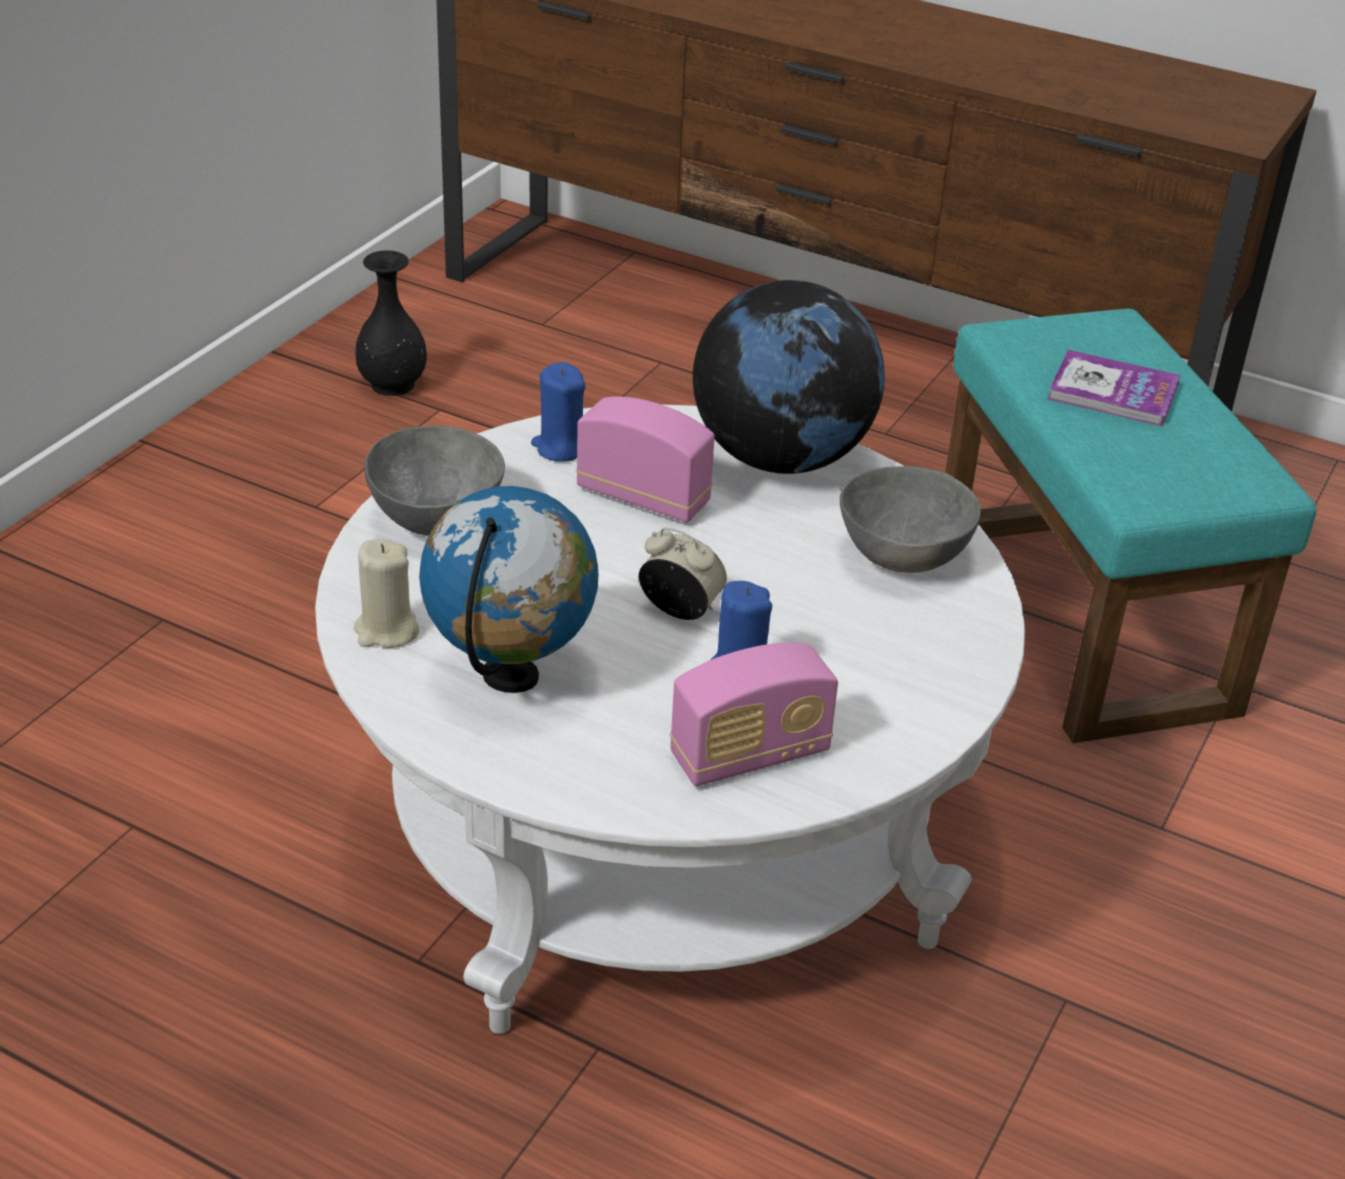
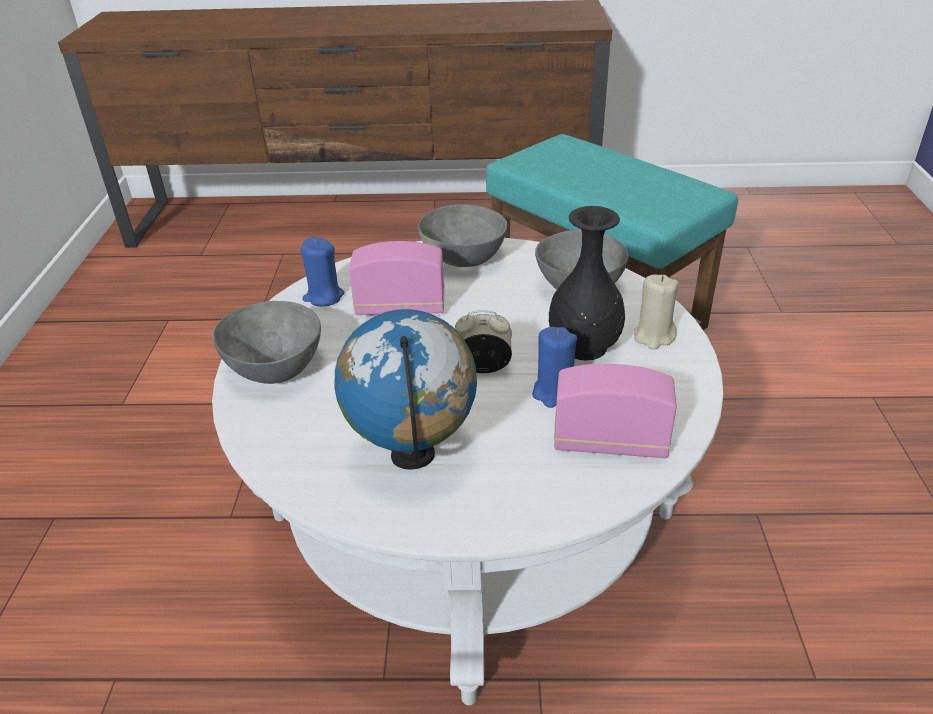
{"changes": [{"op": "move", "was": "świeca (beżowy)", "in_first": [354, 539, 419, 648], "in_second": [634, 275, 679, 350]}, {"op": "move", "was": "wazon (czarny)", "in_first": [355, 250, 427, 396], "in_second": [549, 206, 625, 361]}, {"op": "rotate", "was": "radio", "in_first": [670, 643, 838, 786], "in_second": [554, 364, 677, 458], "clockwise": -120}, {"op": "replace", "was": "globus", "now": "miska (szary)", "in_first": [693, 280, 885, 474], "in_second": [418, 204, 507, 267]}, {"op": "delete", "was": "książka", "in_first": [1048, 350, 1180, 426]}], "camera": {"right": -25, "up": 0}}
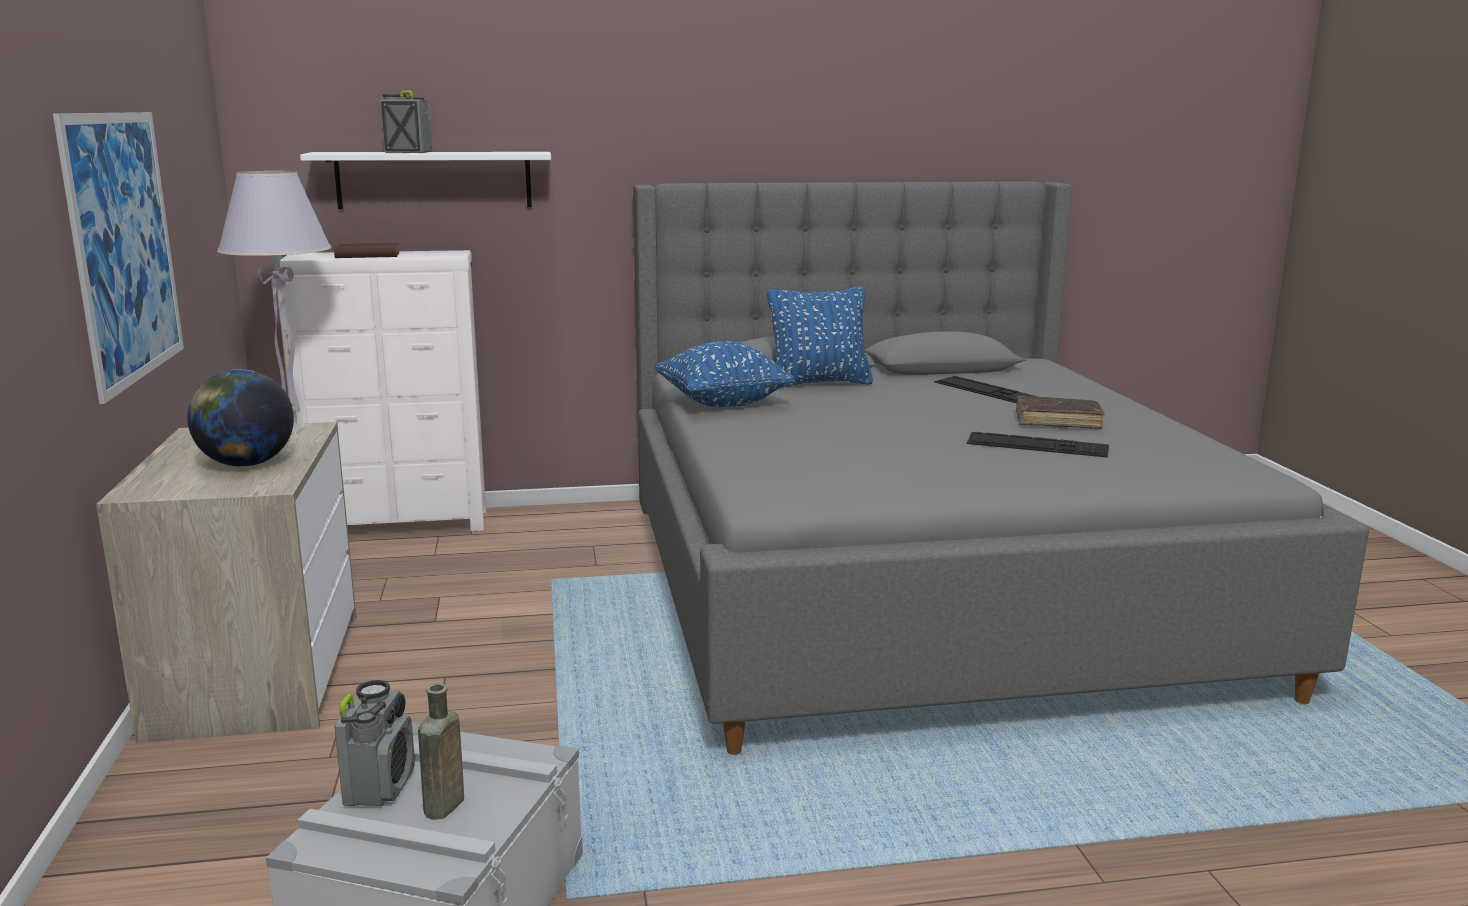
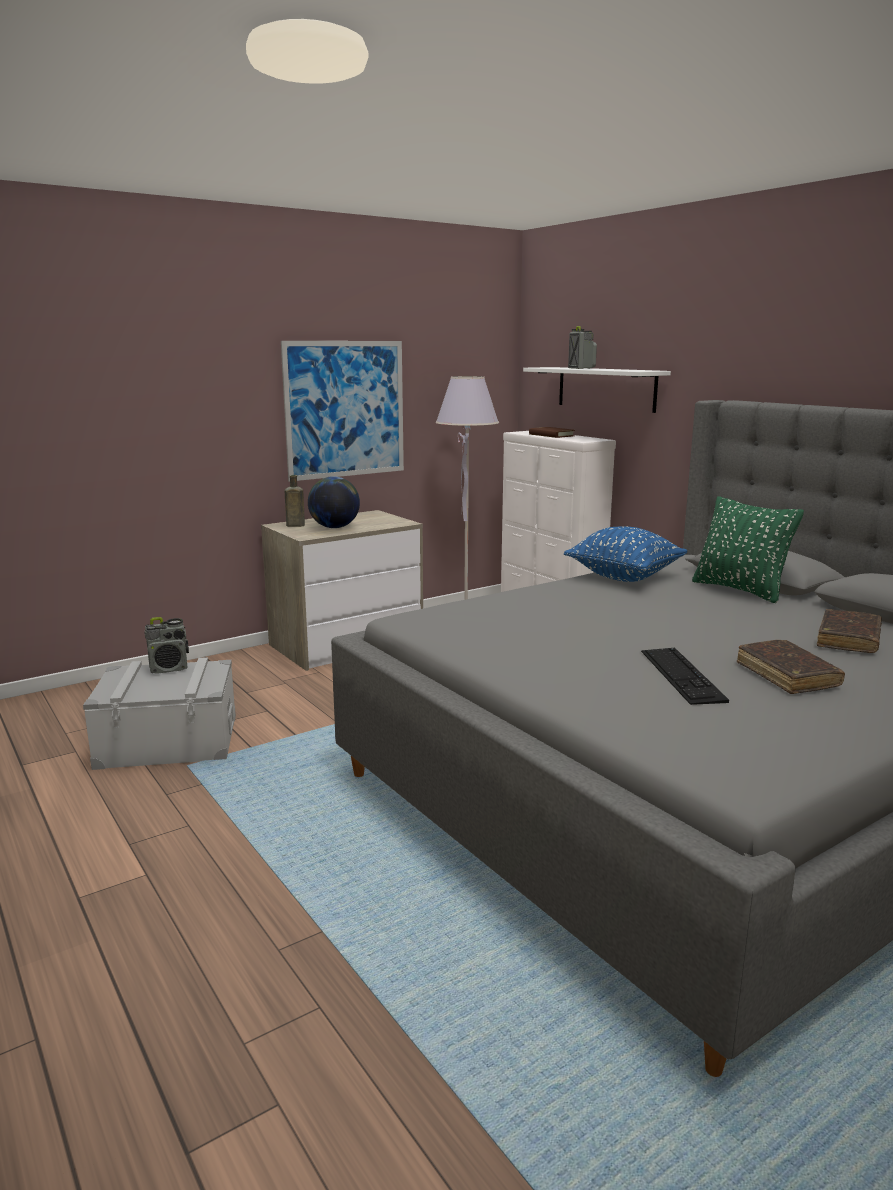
{"changes": [{"op": "move", "was": "butelka (brązowy)", "in_first": [418, 683, 464, 820], "in_second": [285, 475, 305, 527]}, {"op": "recolor", "was": "poduszka (niebieski)", "now": "poduszka (zielony)", "in_first": [767, 286, 873, 388], "in_second": [692, 496, 804, 603]}, {"op": "replace", "was": "klawiatura", "now": "książka (brązowy)", "in_first": [934, 376, 1038, 403], "in_second": [817, 609, 882, 653]}], "camera": {"right": 65, "up": 0}}
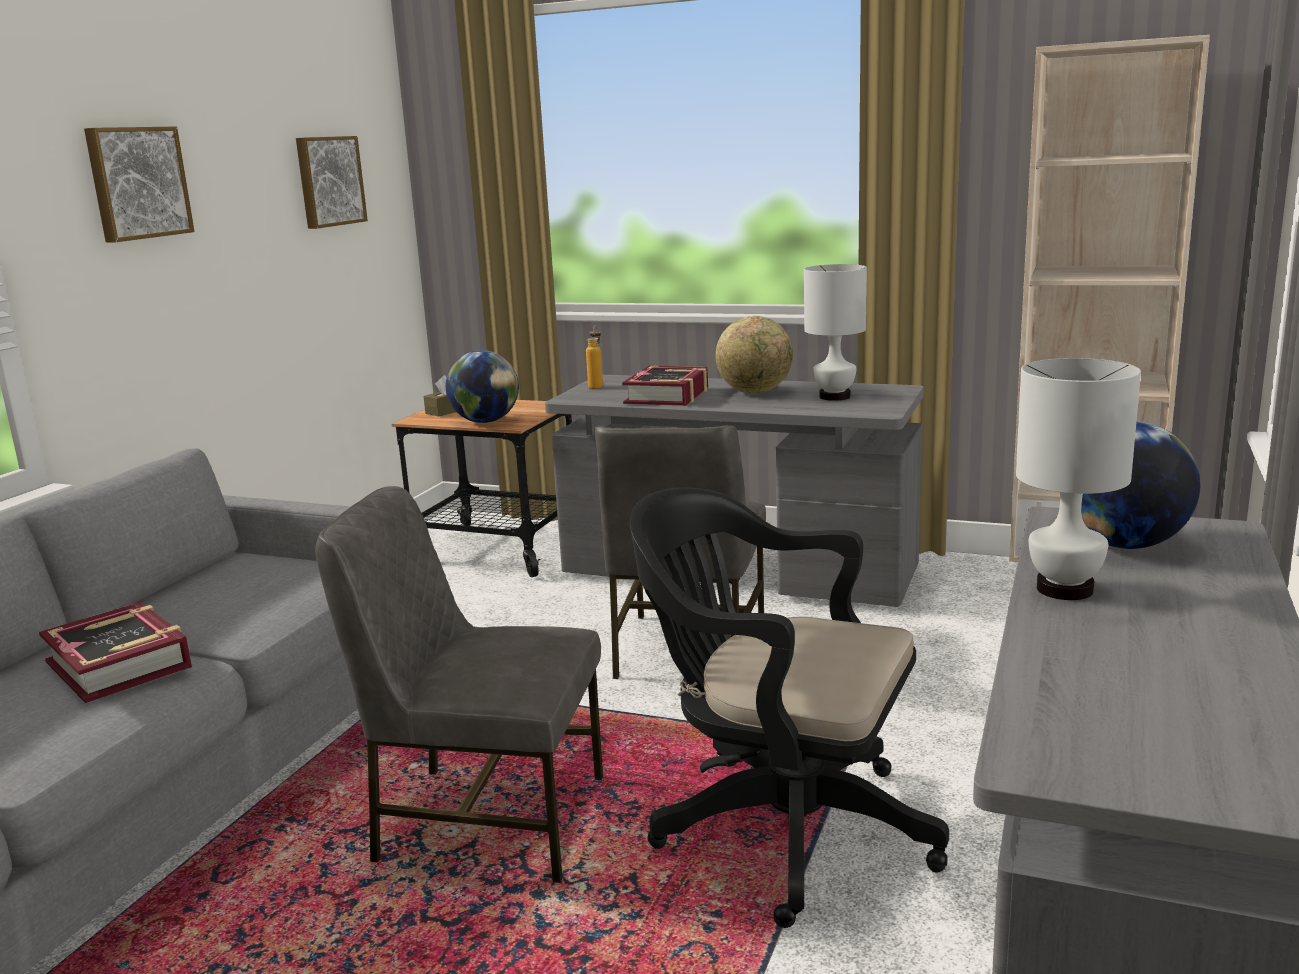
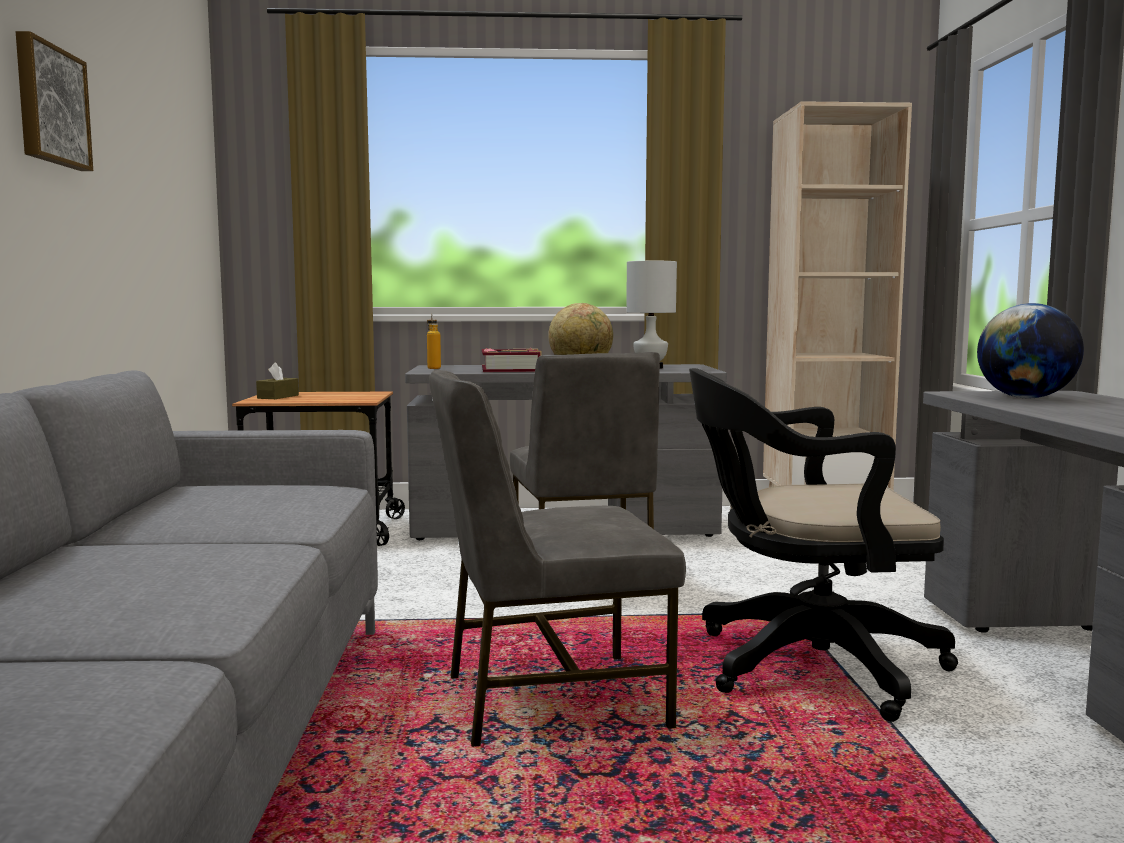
{"changes": [{"op": "delete", "was": "książka", "in_first": [39, 602, 192, 703]}, {"op": "delete", "was": "obraz", "in_first": [296, 136, 368, 229]}, {"op": "delete", "was": "globus", "in_first": [446, 350, 519, 423]}, {"op": "delete", "was": "lampa stołowa (biały)", "in_first": [1016, 358, 1141, 600]}], "camera": {"right": -25, "up": -10}}
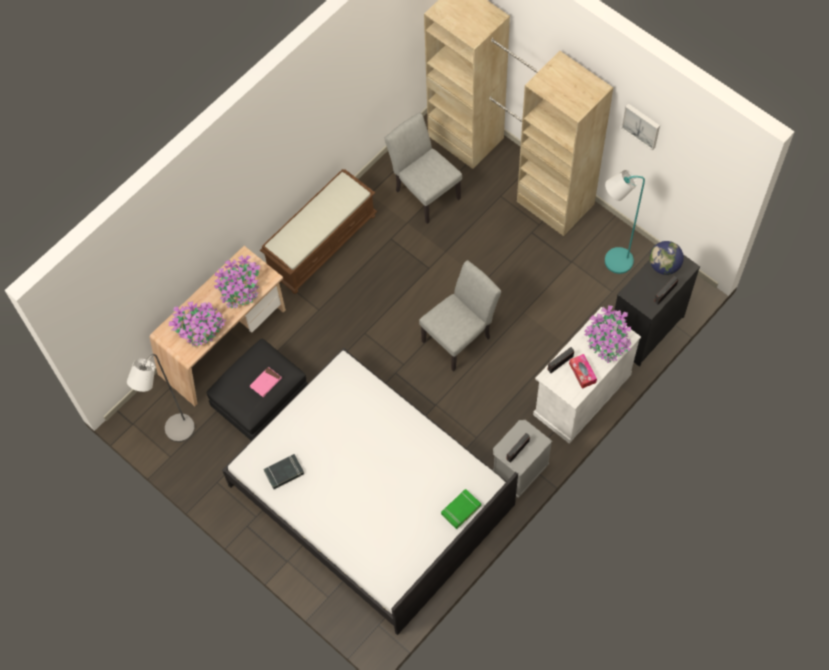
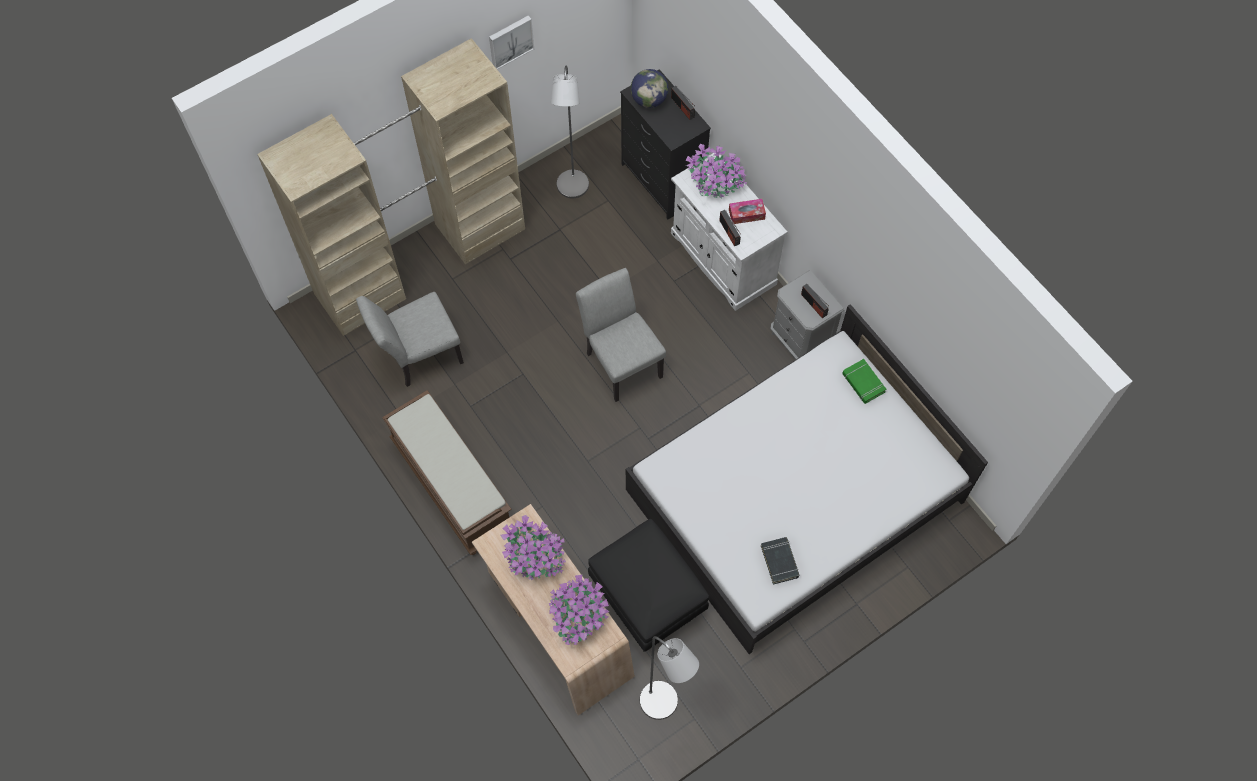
{"changes": [{"op": "delete", "was": "książka (różowy)", "in_first": [250, 367, 281, 397]}, {"op": "recolor", "was": "lampa stojąca (turkusowy)", "now": "lampa stojąca (szary)", "in_first": [605, 170, 645, 274], "in_second": [551, 66, 589, 198]}], "camera": {"right": -80, "up": 0}}
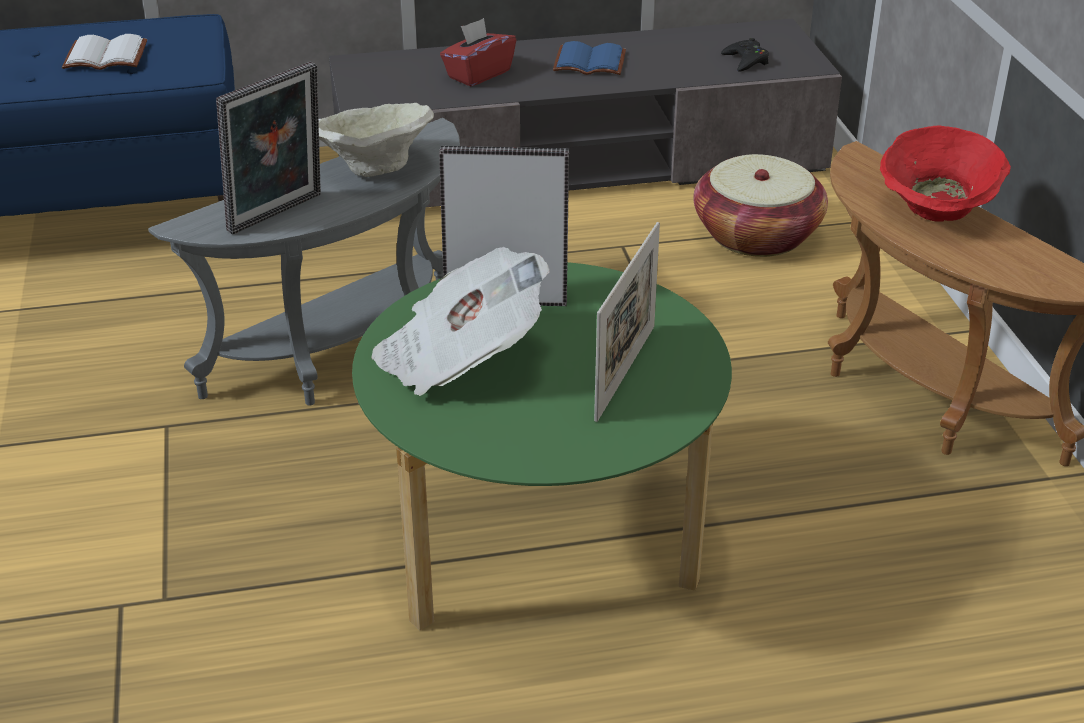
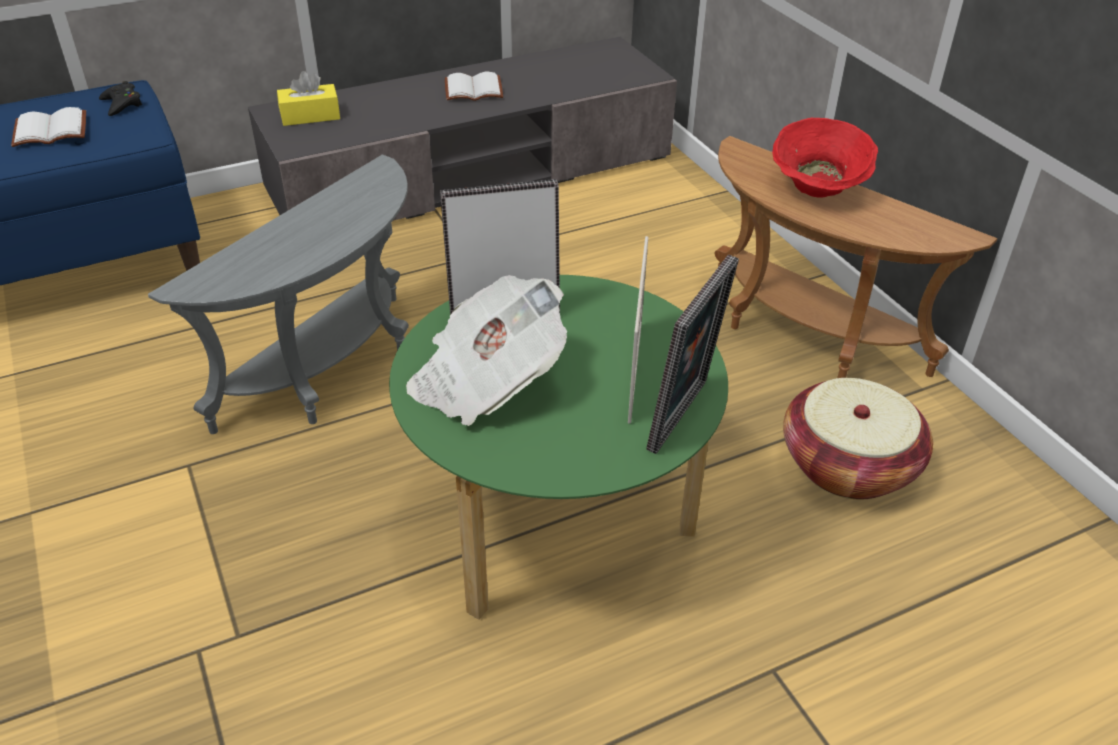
{"changes": [{"op": "move", "was": "ramka na zdjęcie", "in_first": [216, 61, 321, 234], "in_second": [646, 254, 739, 454]}, {"op": "delete", "was": "miska (beżowy)", "in_first": [319, 103, 434, 177]}, {"op": "delete", "was": "pudełko chusteczek (czerwony)", "in_first": [440, 18, 516, 87]}, {"op": "recolor", "was": "książka (niebieski)", "now": "książka (biały)", "in_first": [553, 41, 626, 75], "in_second": [445, 72, 503, 101]}, {"op": "move", "was": "koszyk", "in_first": [693, 154, 828, 257], "in_second": [783, 378, 933, 500]}, {"op": "move", "was": "pad do gier (czarny)", "in_first": [721, 38, 769, 72], "in_second": [99, 81, 142, 116]}, {"op": "insert", "now": "pudełko chusteczek (żółty)", "in_second": [277, 71, 340, 126]}], "camera": {"right": -15, "up": 5}}
